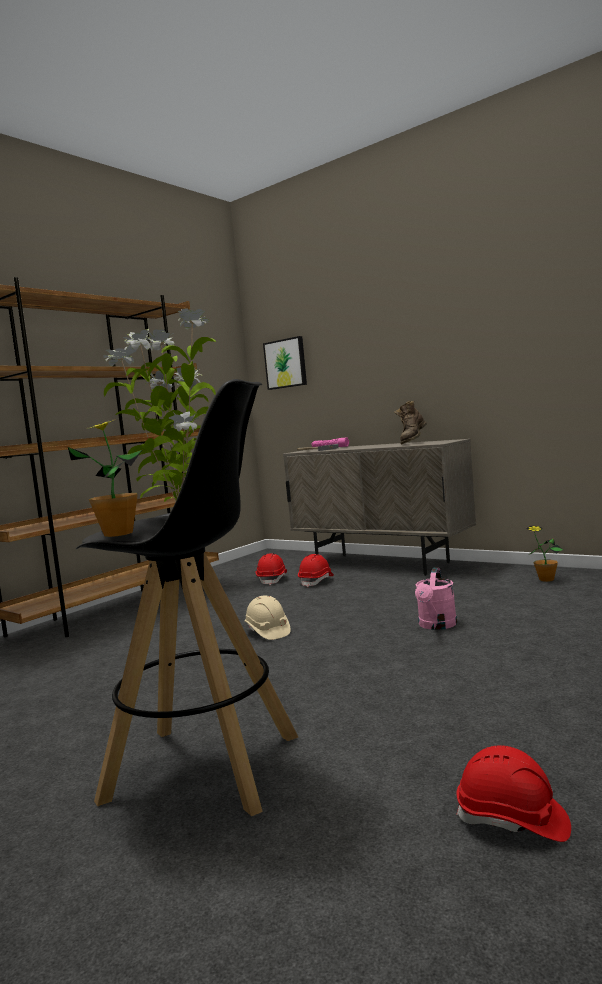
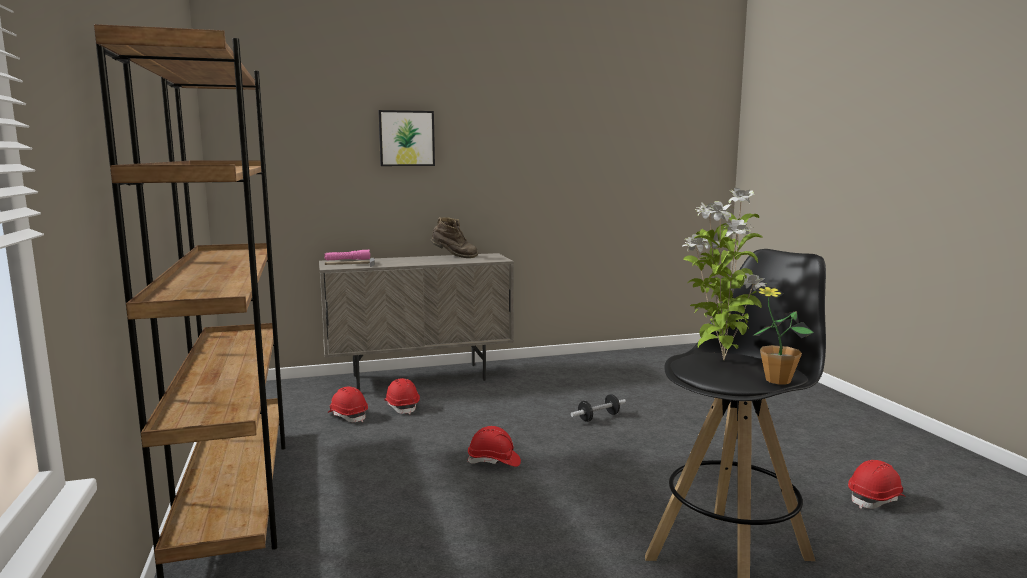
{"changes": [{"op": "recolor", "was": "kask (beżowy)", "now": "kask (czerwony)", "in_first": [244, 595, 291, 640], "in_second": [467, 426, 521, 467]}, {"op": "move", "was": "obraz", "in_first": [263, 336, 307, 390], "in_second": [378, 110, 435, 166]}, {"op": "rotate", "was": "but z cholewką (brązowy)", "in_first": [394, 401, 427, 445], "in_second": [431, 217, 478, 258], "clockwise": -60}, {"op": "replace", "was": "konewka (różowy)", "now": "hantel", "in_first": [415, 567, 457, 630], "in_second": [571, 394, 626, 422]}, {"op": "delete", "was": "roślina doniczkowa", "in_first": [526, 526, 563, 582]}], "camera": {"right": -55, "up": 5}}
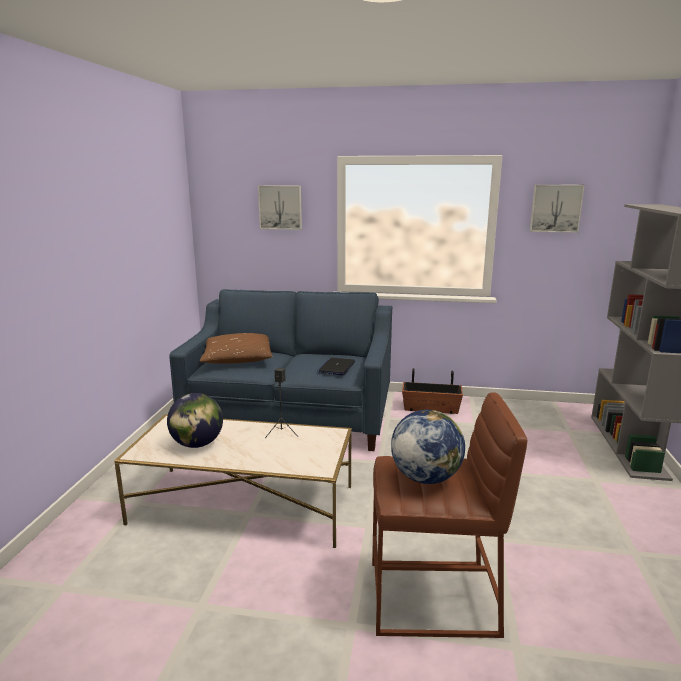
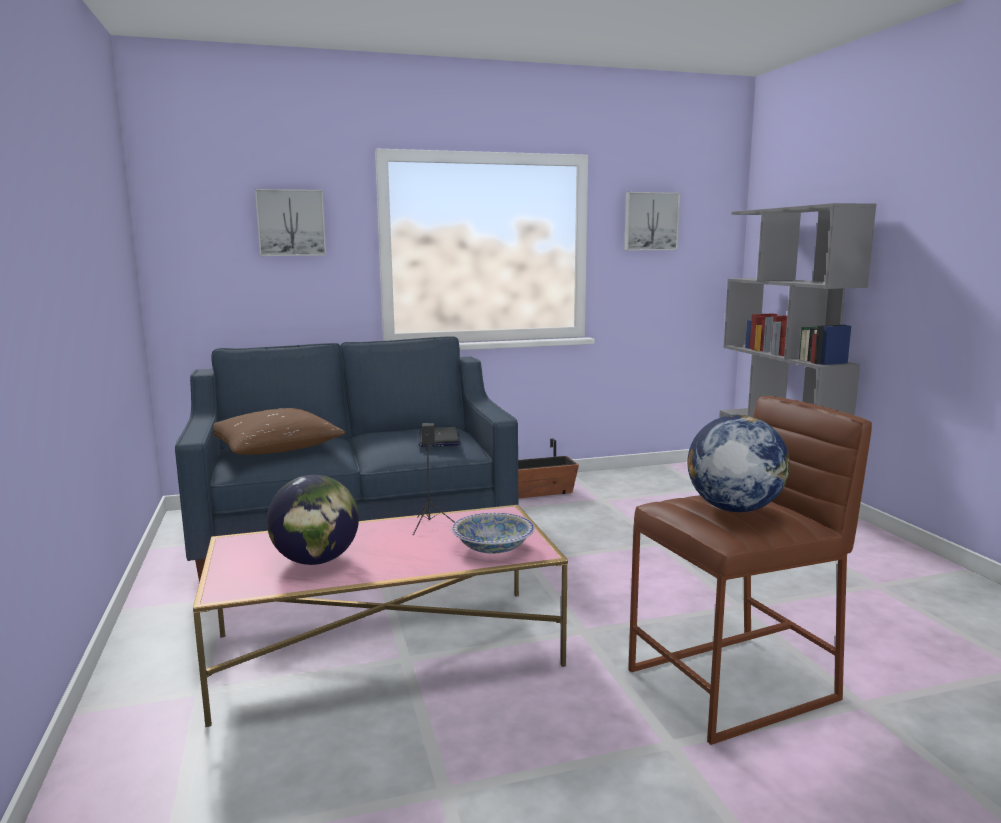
{"changes": [{"op": "recolor", "was": "ława (biały)", "now": "ława (różowy)", "in_first": [114, 414, 352, 548], "in_second": [193, 505, 568, 727]}, {"op": "insert", "now": "miska", "in_second": [452, 513, 534, 554]}], "camera": {"right": -25, "up": -5}}
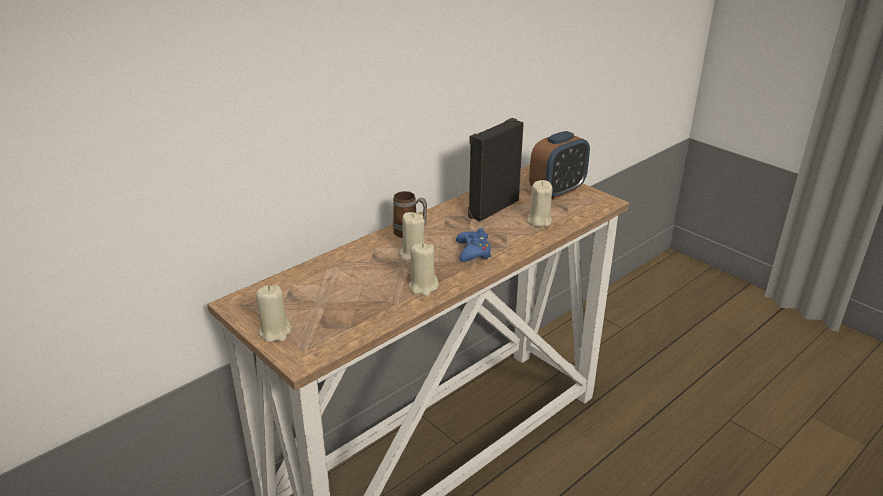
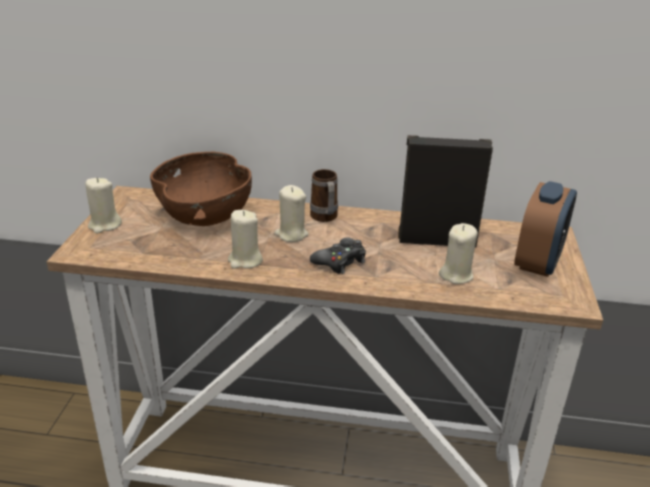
{"changes": [{"op": "recolor", "was": "pad do gier (niebieski)", "now": "pad do gier (czarny)", "in_first": [456, 228, 491, 262], "in_second": [310, 237, 366, 274]}, {"op": "rotate", "was": "budzik", "in_first": [529, 131, 590, 199], "in_second": [514, 181, 577, 277], "clockwise": -75}, {"op": "insert", "now": "miska (brązowy)", "in_second": [150, 152, 252, 226]}], "camera": {"right": 50, "up": 0}}
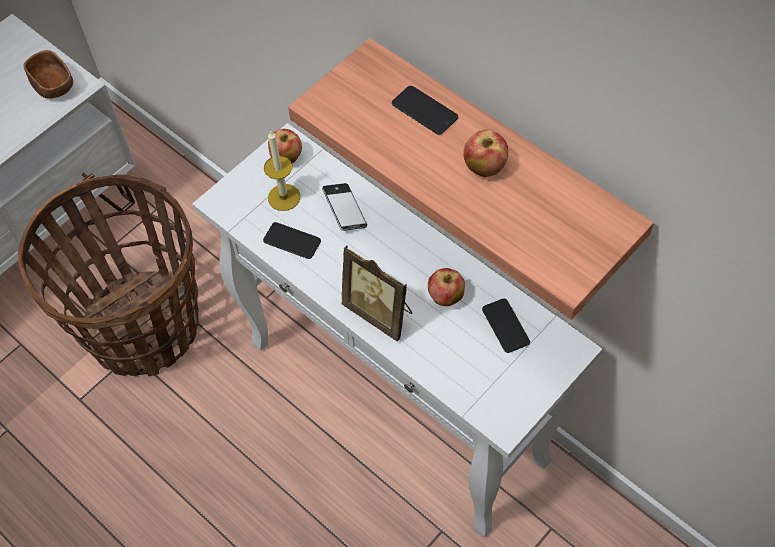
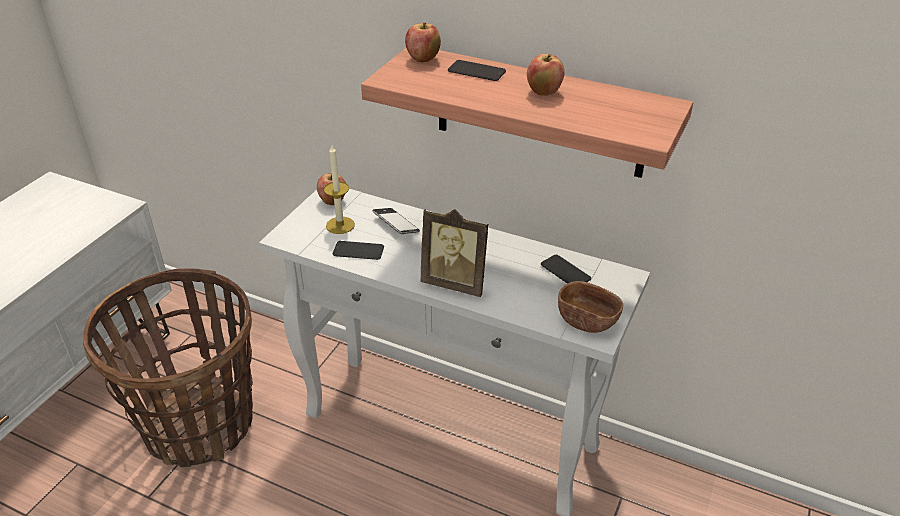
{"changes": [{"op": "move", "was": "miska (brązowy)", "in_first": [23, 50, 73, 98], "in_second": [558, 281, 623, 333]}, {"op": "move", "was": "jabłko", "in_first": [428, 268, 465, 306], "in_second": [405, 22, 441, 62]}], "camera": {"right": -20, "up": -20}}
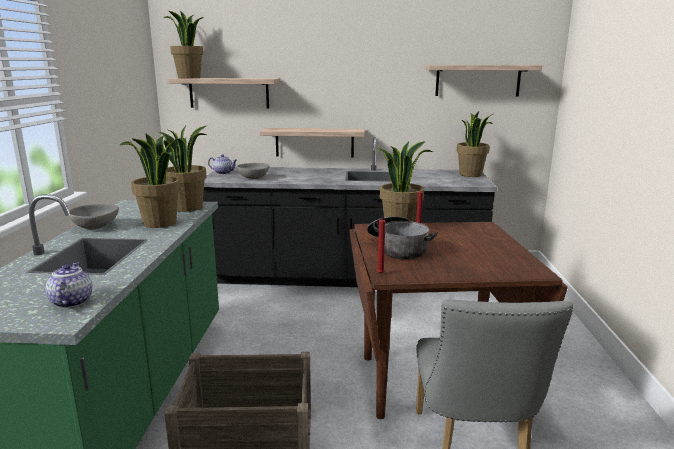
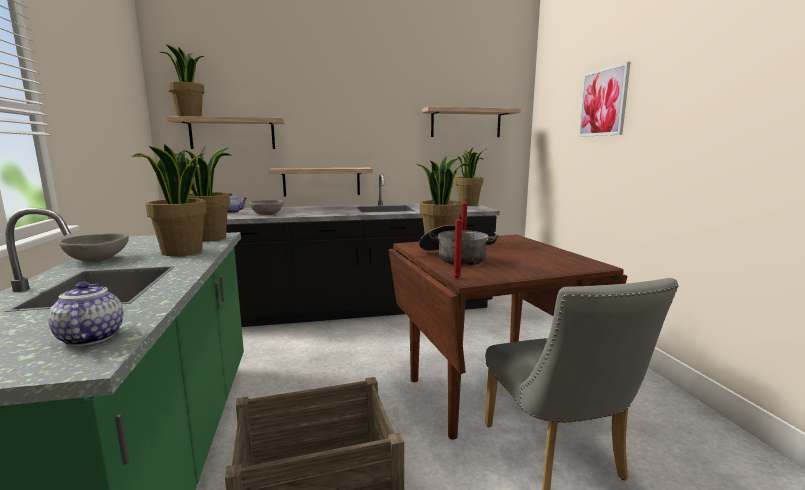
{"changes": [{"op": "insert", "now": "obraz", "in_second": [578, 62, 630, 137]}], "camera": {"right": -15, "up": -5}}
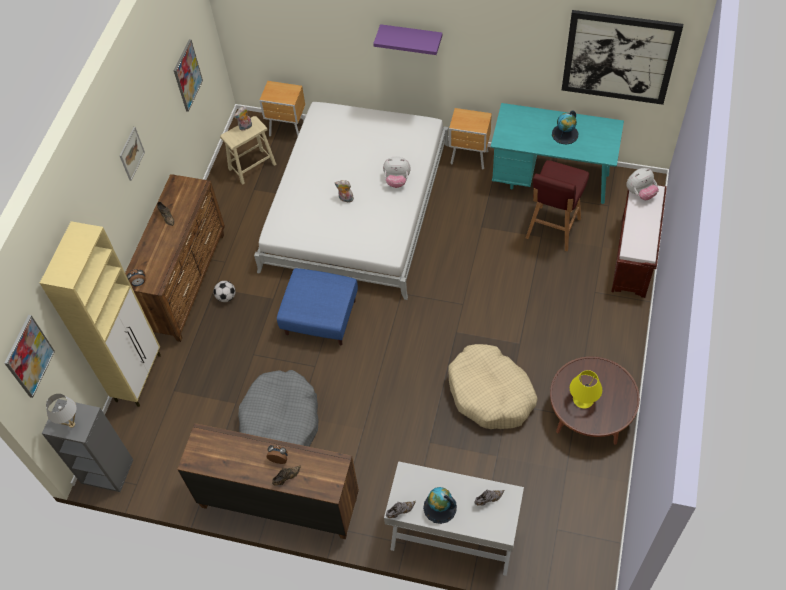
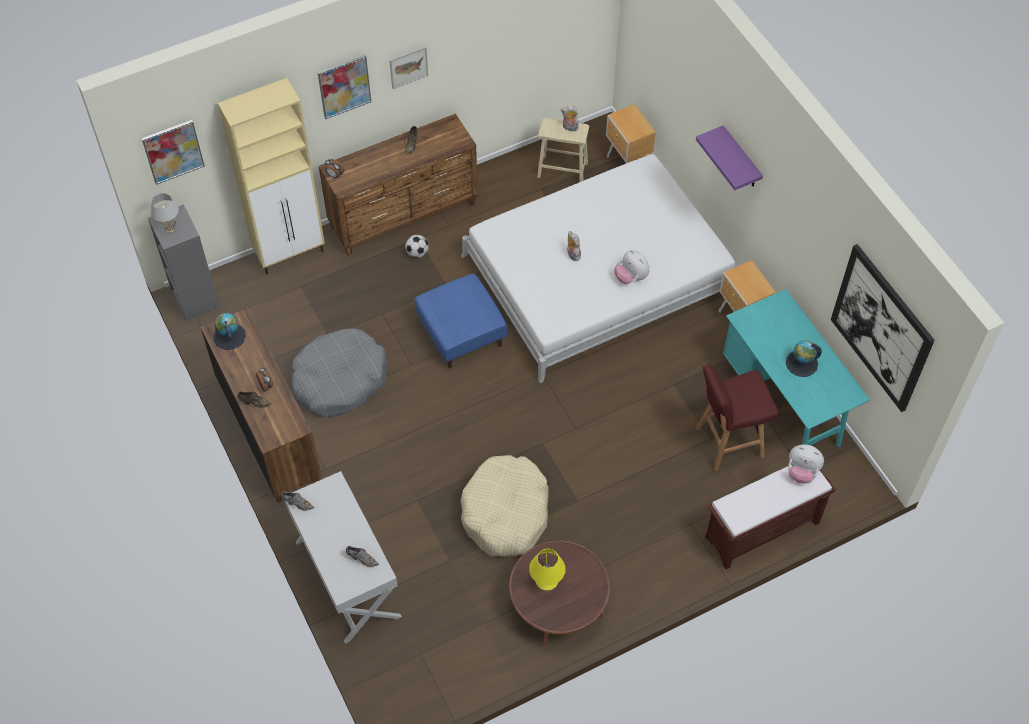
{"changes": [{"op": "move", "was": "obraz", "in_first": [174, 39, 203, 112], "in_second": [317, 55, 371, 119]}, {"op": "move", "was": "globus", "in_first": [423, 487, 457, 524], "in_second": [213, 313, 246, 350]}], "camera": {"right": 45, "up": 0}}
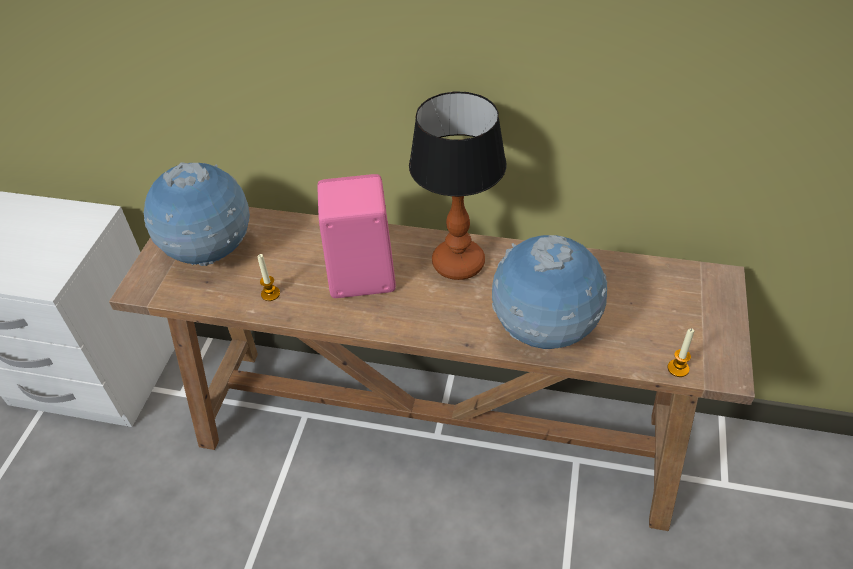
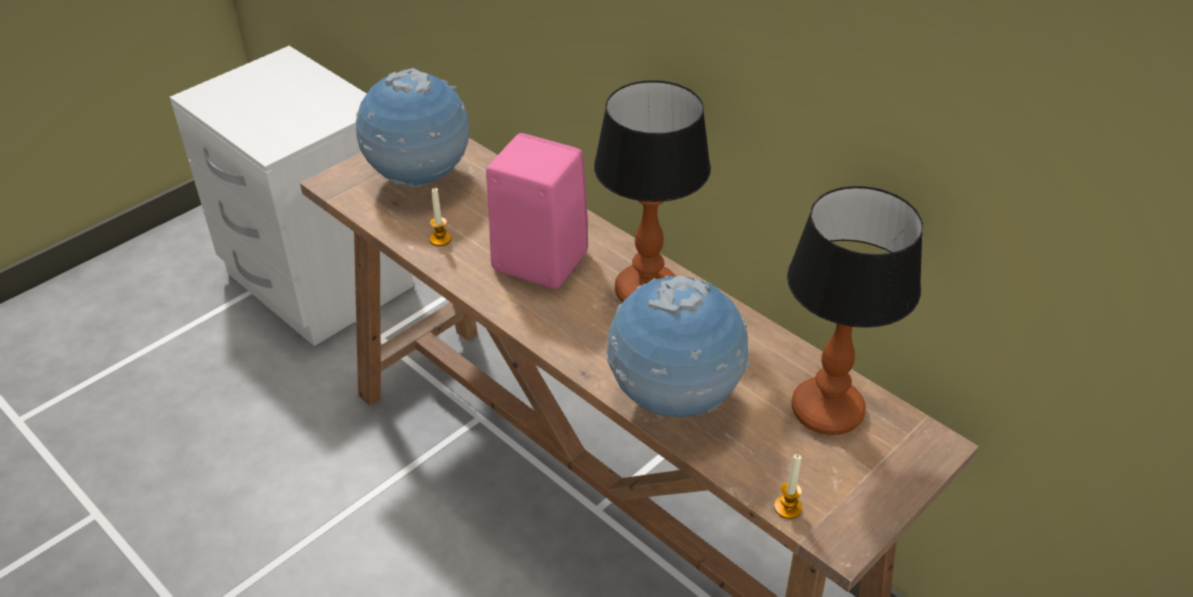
{"changes": [{"op": "insert", "now": "lampa stołowa", "in_second": [787, 186, 923, 435]}], "camera": {"right": 30, "up": -5}}
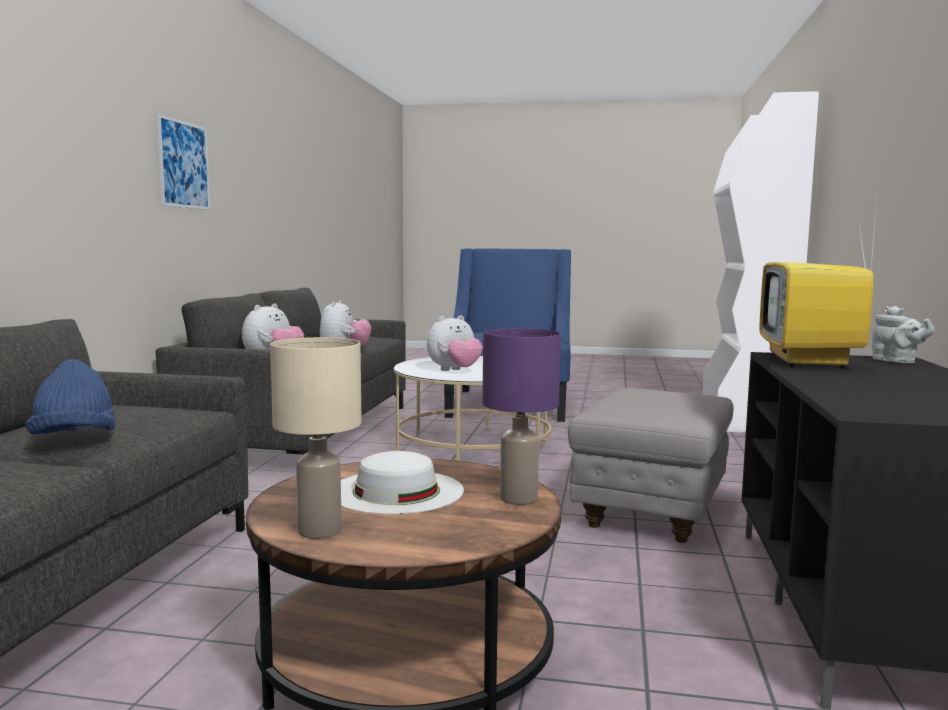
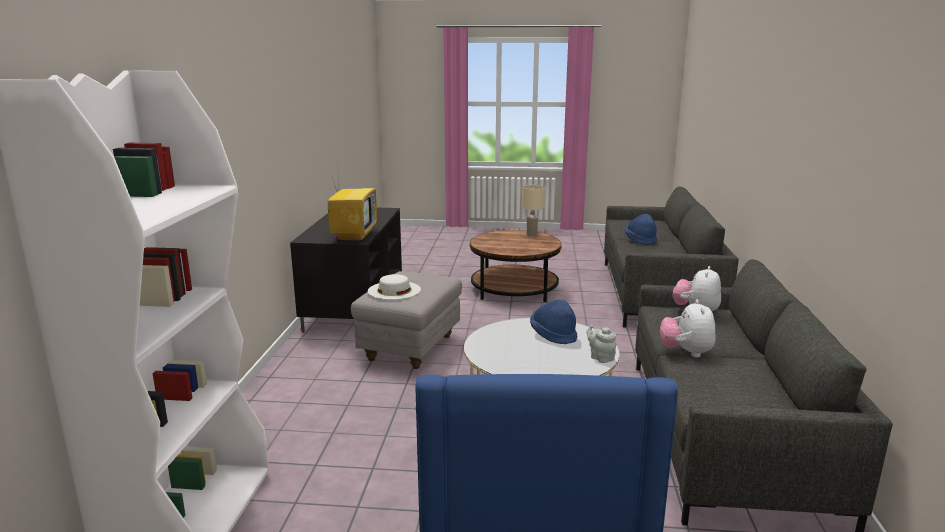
{"changes": [{"op": "delete", "was": "obraz", "in_first": [157, 114, 210, 210]}, {"op": "move", "was": "kapelusz (biały)", "in_first": [341, 451, 464, 514], "in_second": [368, 274, 421, 300]}, {"op": "replace", "was": "pluszak", "now": "kapelusz (niebieski)", "in_first": [427, 315, 483, 371], "in_second": [530, 299, 577, 344]}, {"op": "delete", "was": "lampa stołowa (fioletowy)", "in_first": [482, 328, 561, 505]}, {"op": "move", "was": "imbryk (szary)", "in_first": [872, 306, 934, 363], "in_second": [587, 325, 616, 363]}], "camera": {"right": 175, "up": 10}}
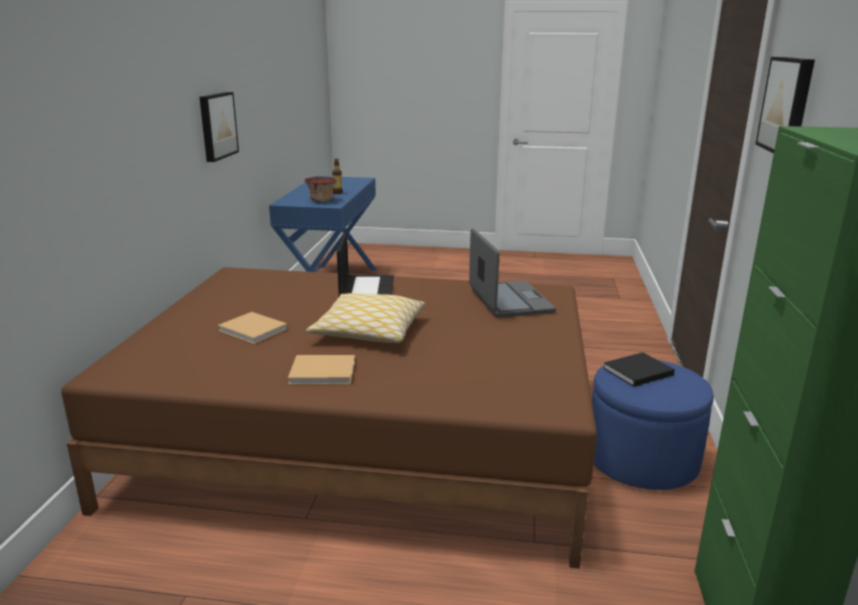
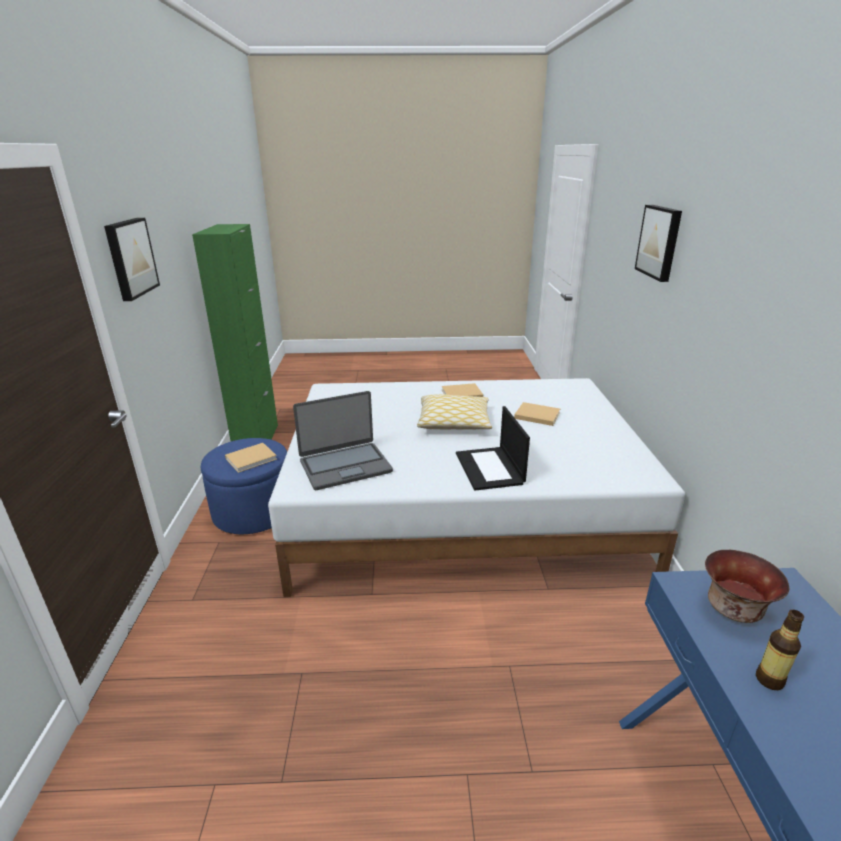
{"changes": [{"op": "recolor", "was": "łóżko (brązowy)", "now": "łóżko (biały)", "in_first": [61, 267, 597, 569], "in_second": [268, 378, 685, 597]}, {"op": "move", "was": "obraz", "in_first": [199, 92, 239, 162], "in_second": [635, 205, 682, 282]}, {"op": "rotate", "was": "laptop", "in_first": [469, 228, 556, 318], "in_second": [293, 391, 393, 490], "clockwise": -90}, {"op": "recolor", "was": "książka (czarny)", "now": "książka (beżowy)", "in_first": [603, 352, 675, 387], "in_second": [225, 443, 277, 473]}], "camera": {"right": 170, "up": 5}}
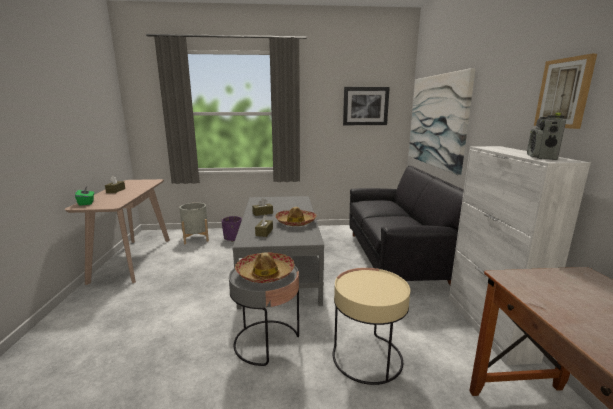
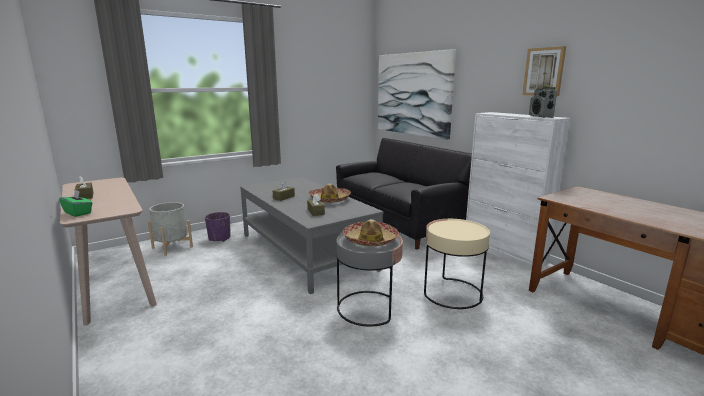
{"changes": [{"op": "delete", "was": "obraz", "in_first": [343, 87, 390, 125]}], "camera": {"right": -30, "up": 0}}
